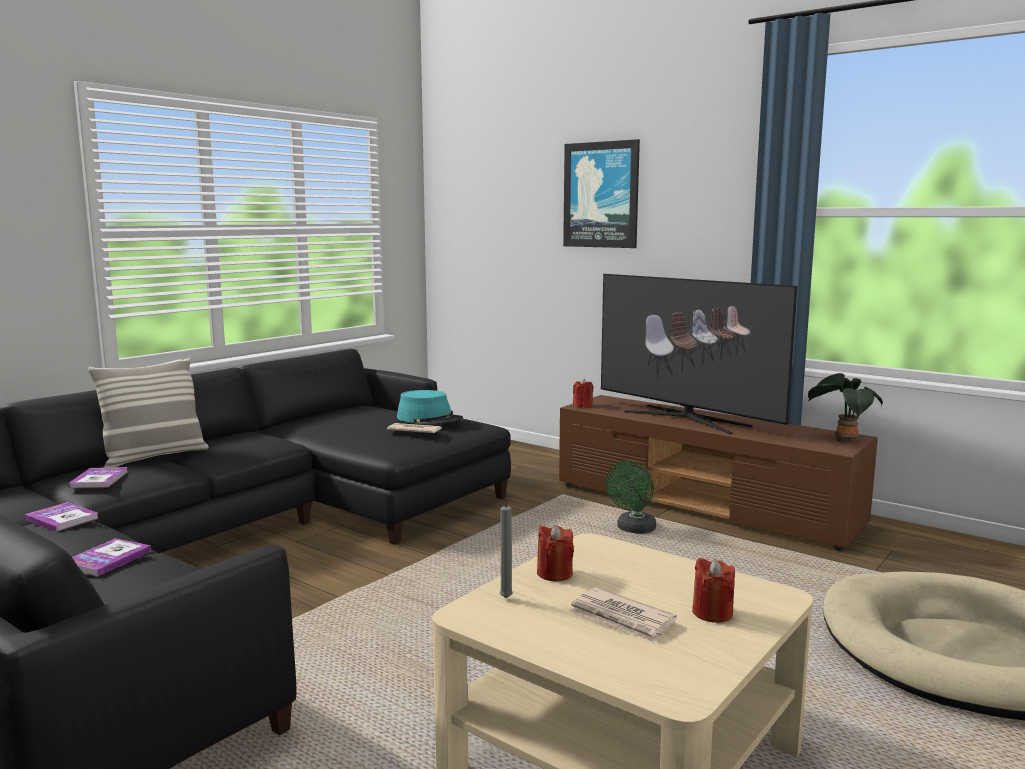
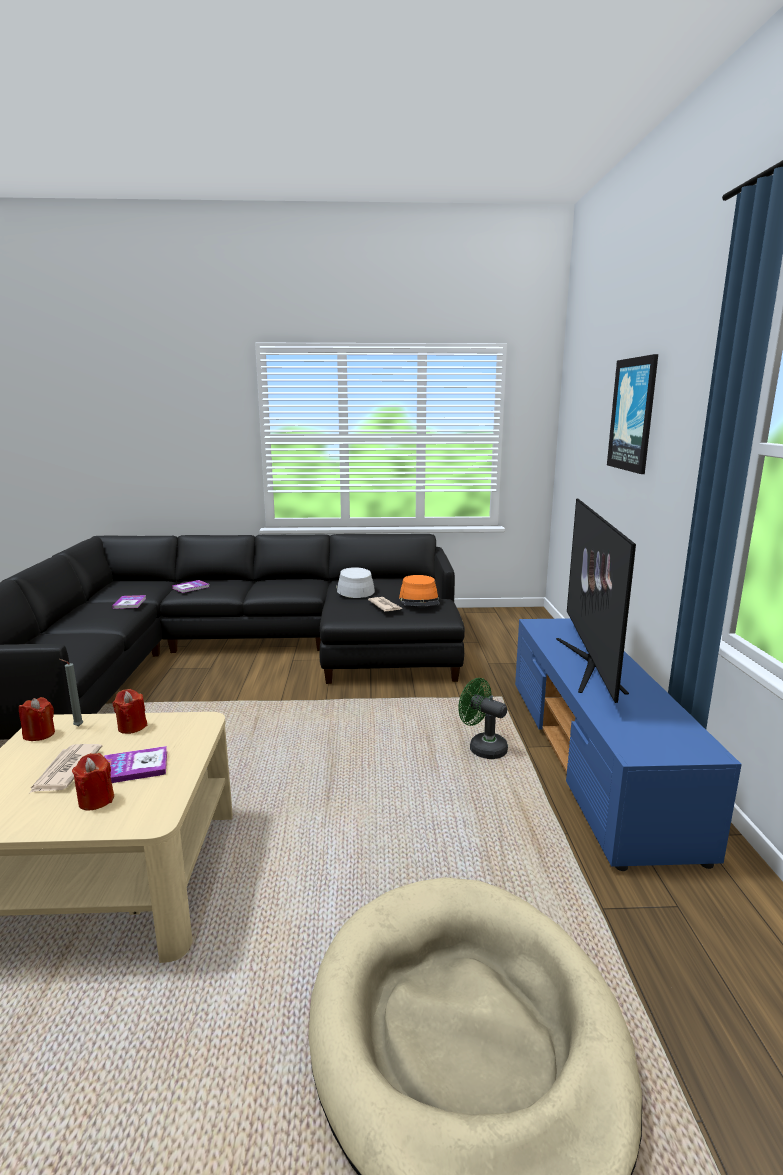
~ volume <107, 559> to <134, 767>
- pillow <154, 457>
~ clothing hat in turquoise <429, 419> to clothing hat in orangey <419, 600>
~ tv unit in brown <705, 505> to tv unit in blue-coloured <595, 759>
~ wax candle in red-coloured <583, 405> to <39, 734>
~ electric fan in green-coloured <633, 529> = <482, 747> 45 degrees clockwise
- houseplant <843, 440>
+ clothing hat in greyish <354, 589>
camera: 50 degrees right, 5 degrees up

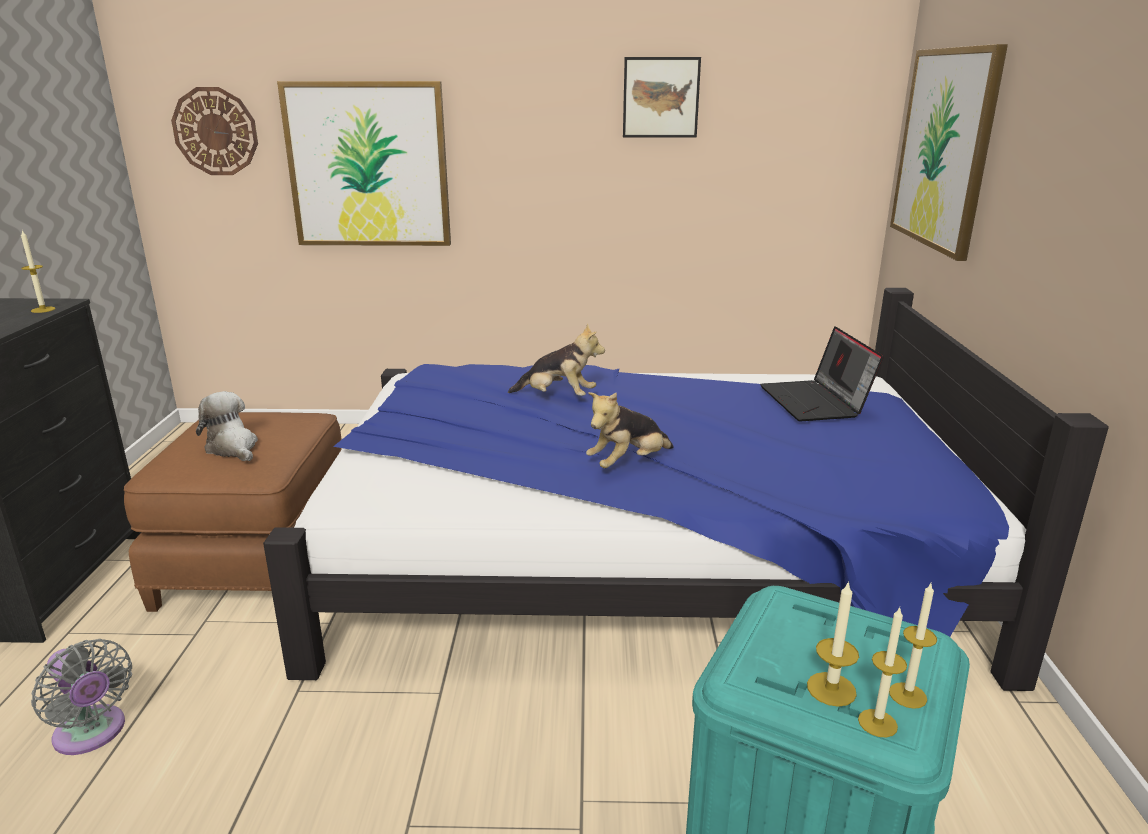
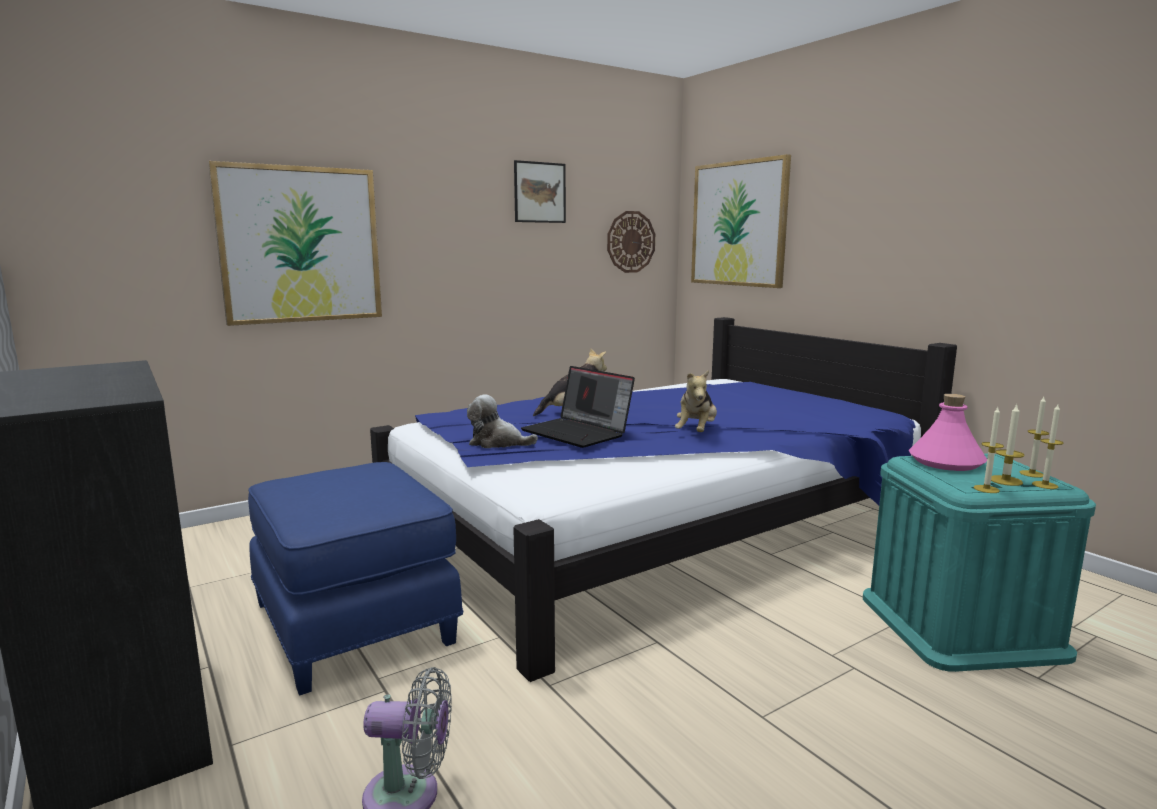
~ wax candle <43, 310> to <986, 489>
~ ottoman in brown <260, 559> to ottoman in blue-coloured <356, 621>
~ wall clock <215, 131> to <630, 242>
~ plush toy <233, 448> to <497, 443>
~ portable computer <816, 402> to <578, 433>
+ beverage bottle in pink <945, 462>
camera: 35 degrees left, 10 degrees down

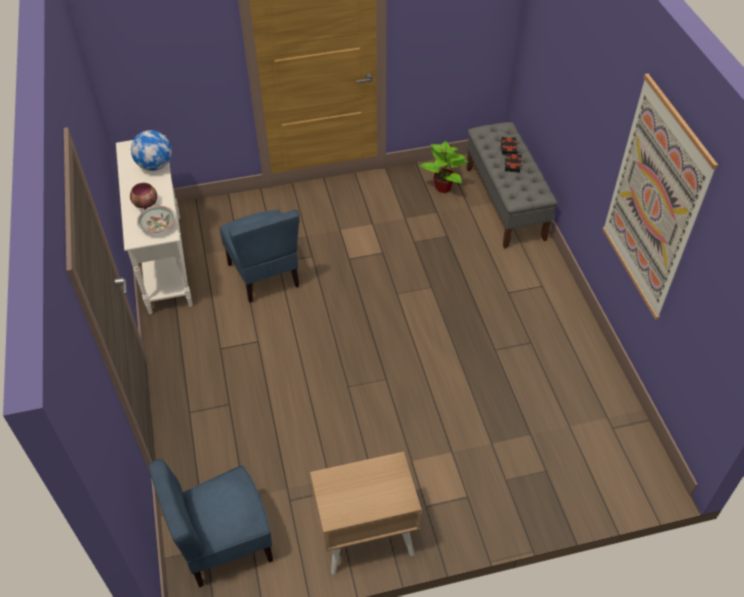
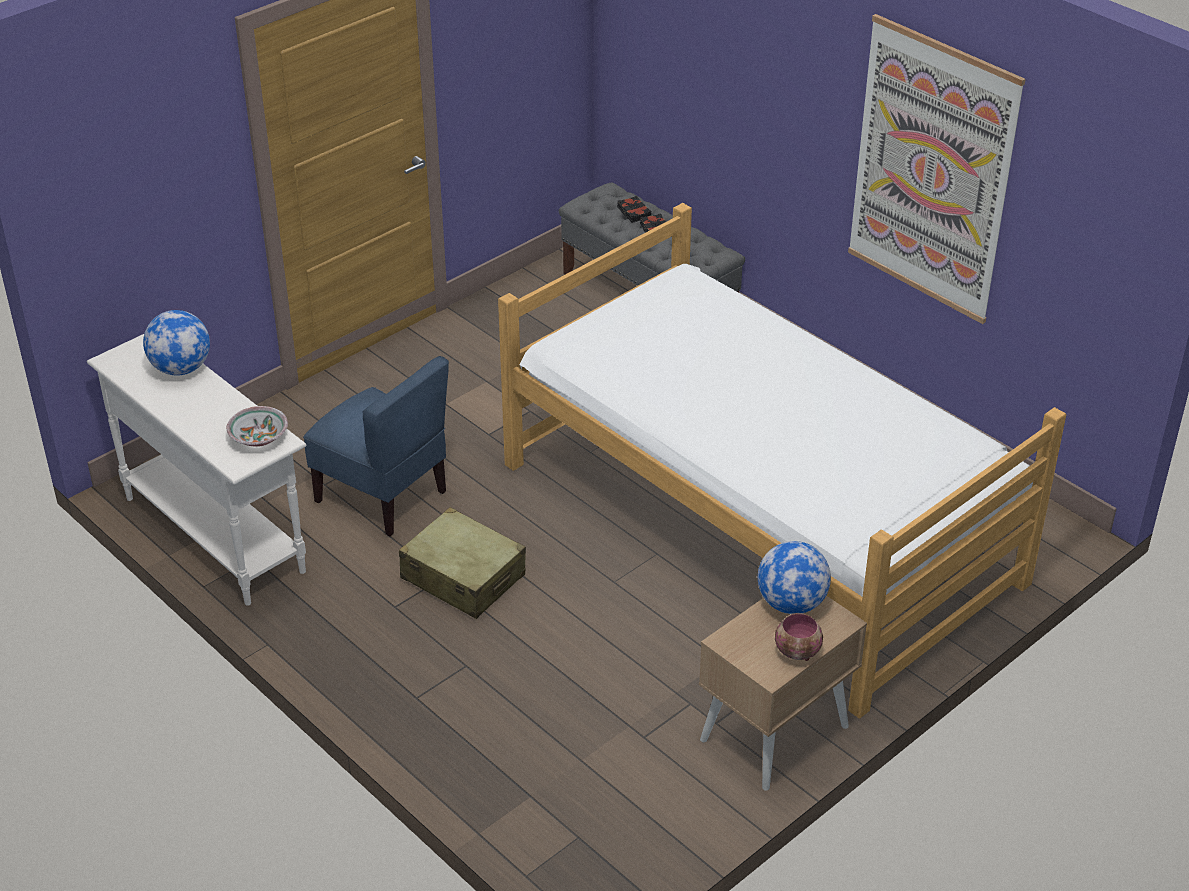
~ serving bowl <146, 205> to <798, 652>
- plain chair in blue-coloured <225, 544>
- houseplant <444, 187>
+ suitcase in beige-coloured <463, 577>
+ sleeping bed <758, 524>
+ globe <791, 604>
camera: 30 degrees left, 10 degrees down

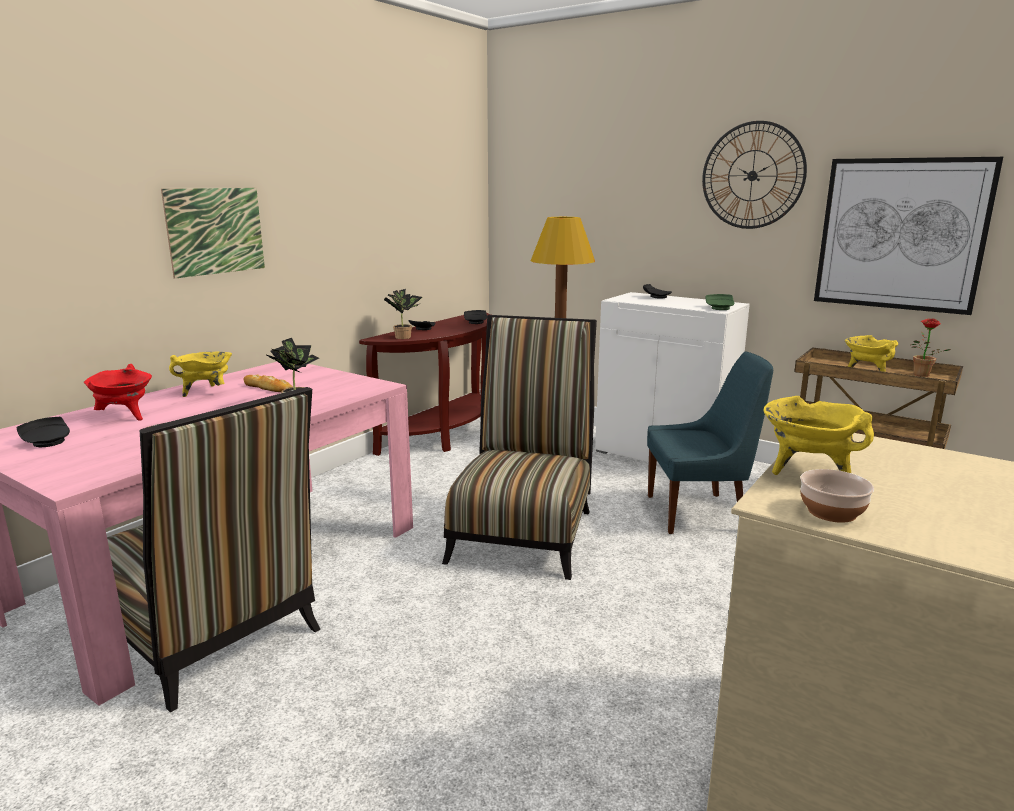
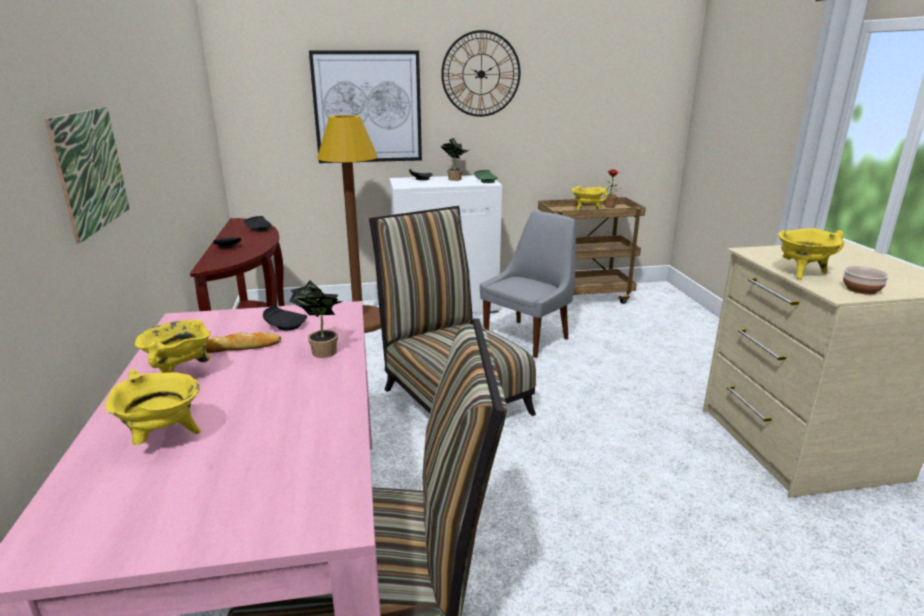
~ plate in black-coloured <48, 441> to <285, 325>
~ stockpot in red-coloured <125, 417> to stockpot in yellow-coloured <164, 438>
~ houseplant <404, 337> to <454, 179>
~ plain chair in blue-coloured <699, 513> to plain chair in greyish <528, 337>
~ wall picture <901, 234> to <367, 107>
camera: 45 degrees left, 5 degrees up

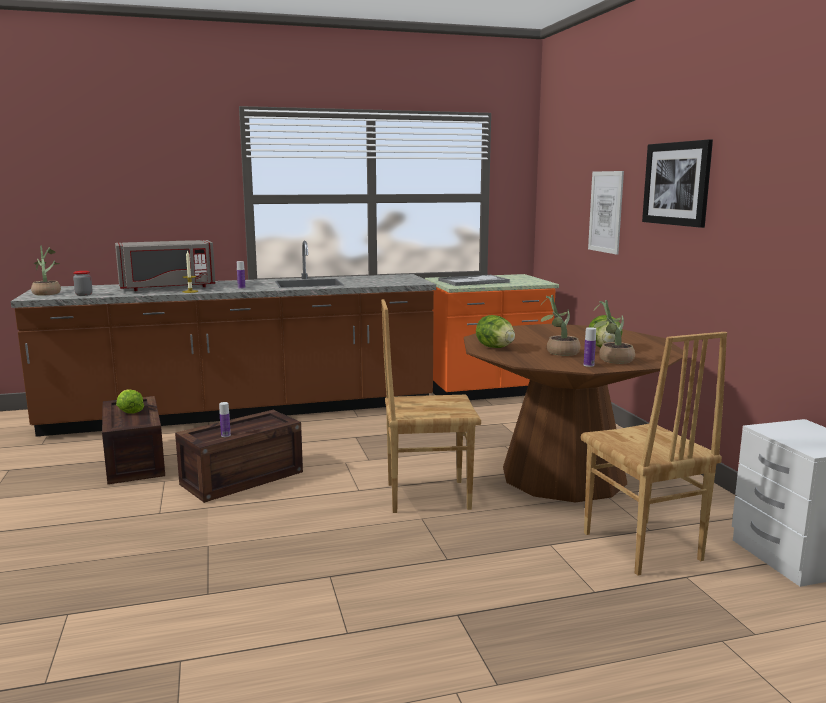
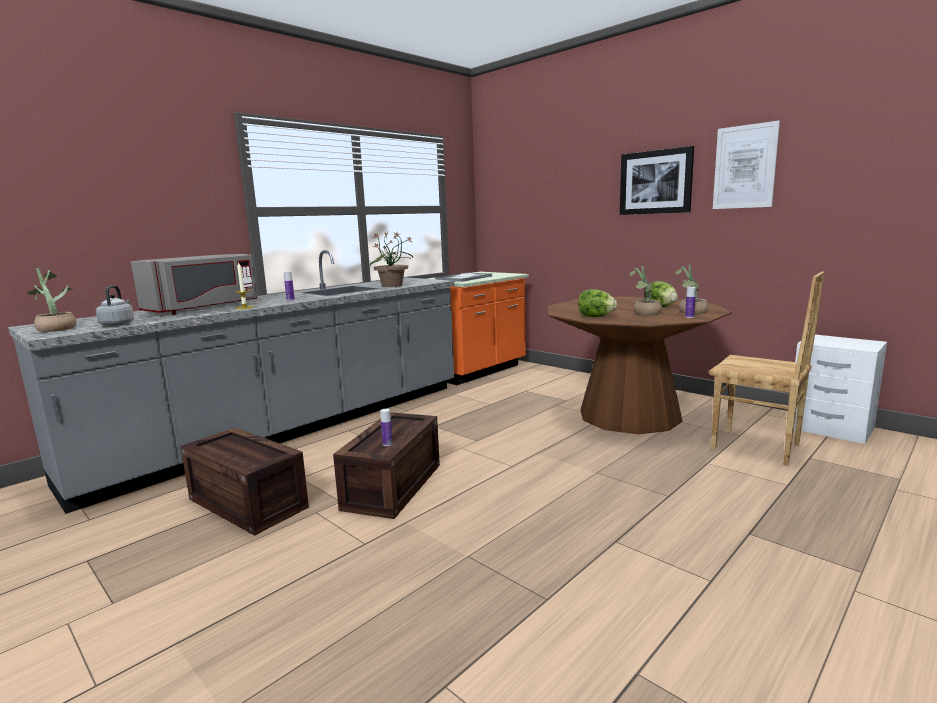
~ counter in brown <244, 411> to counter in greyish <291, 429>
~ jar <84, 295> to kettle in greyish <118, 324>
- lettuce <129, 411>
- plain chair in brown <427, 495>
~ wall picture <605, 212> to <744, 167>
+ houseplant <392, 285>
camera: 30 degrees left, 0 degrees up

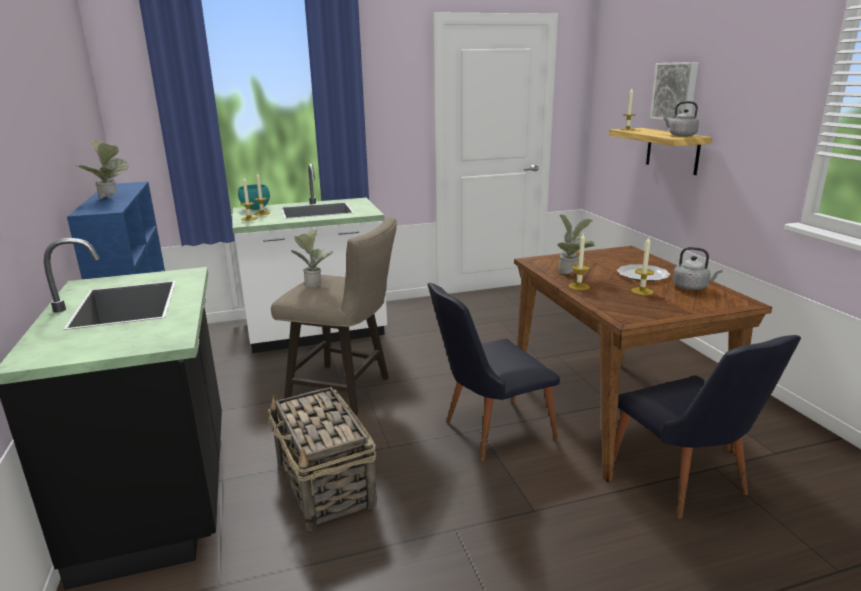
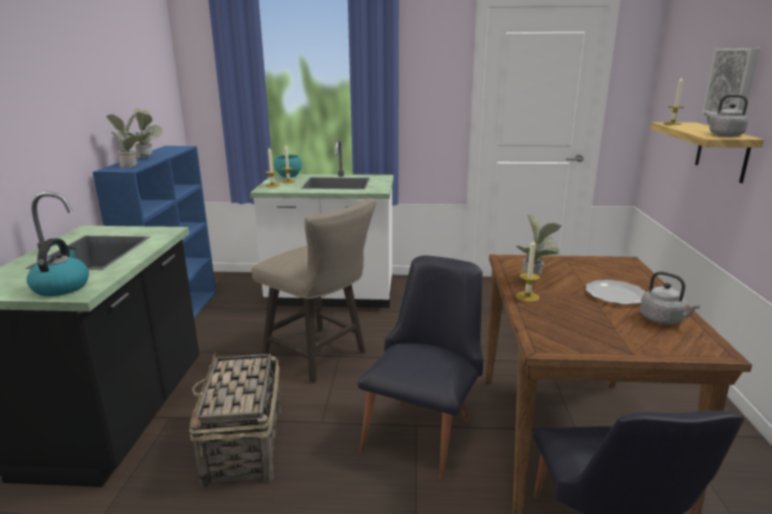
~ houseplant <314, 283> to <132, 165>
~ plain chair in black-coloured <488, 431> = <424, 429> 120 degrees clockwise
- wax candle <642, 291>
+ kettle <61, 287>
camera: 20 degrees right, 0 degrees up

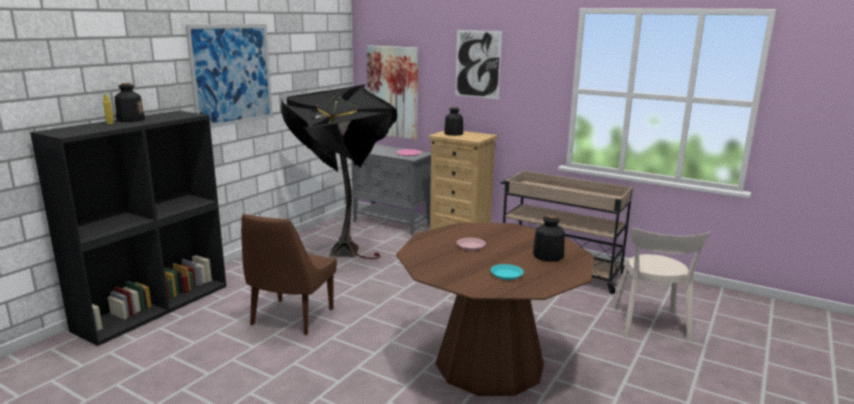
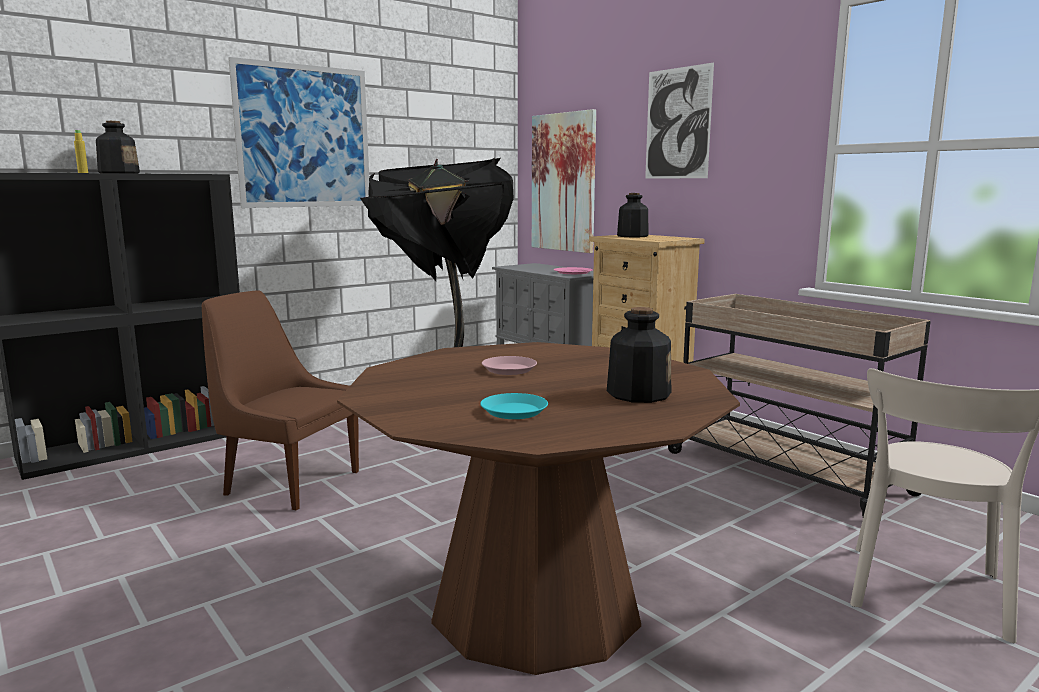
~ plain chair in brown <290, 318> = <288, 482> 75 degrees clockwise
camera: 20 degrees right, 5 degrees down

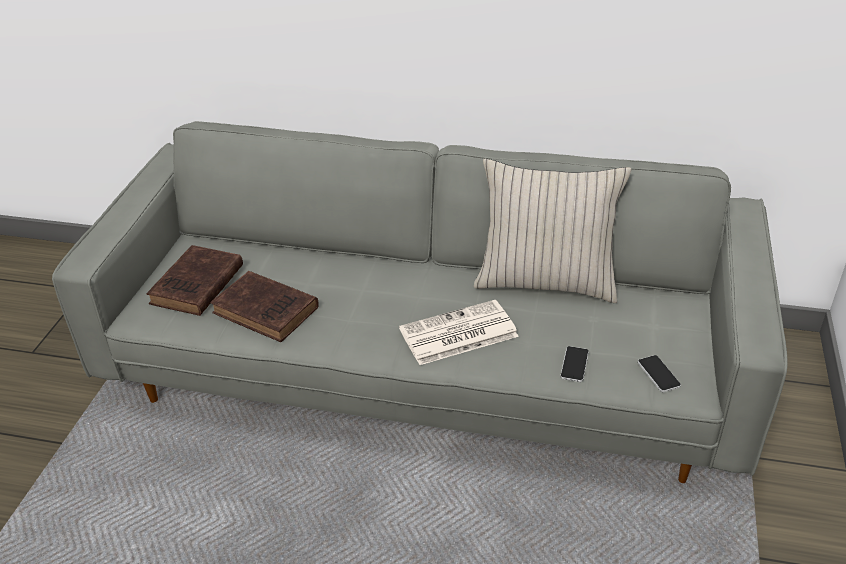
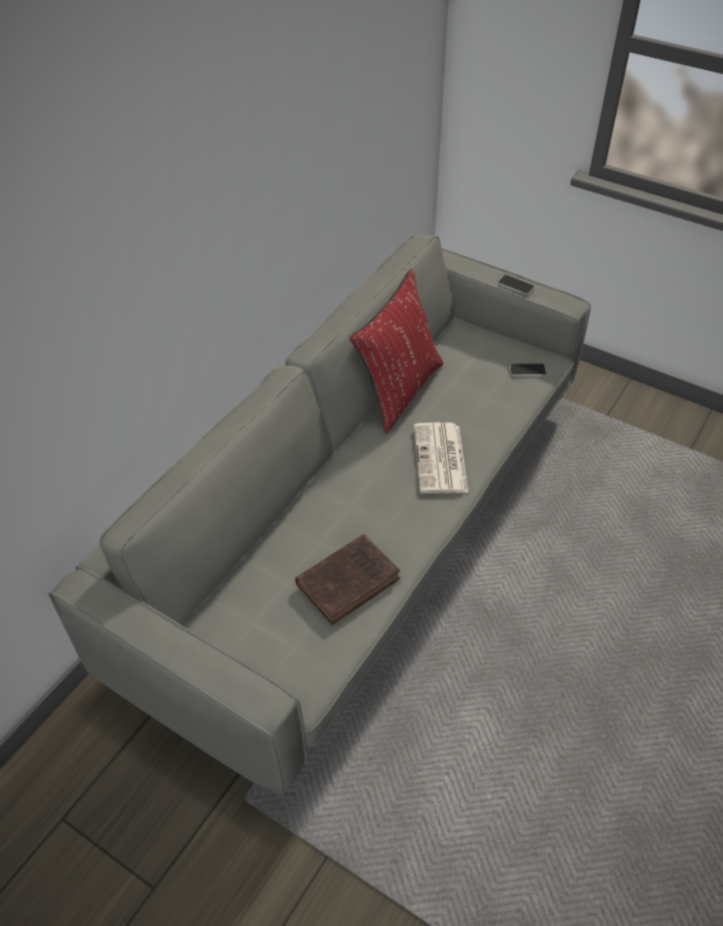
- volume in brown <196, 286>
~ pillow in beige-coloured <546, 282> to pillow in red-coloured <398, 391>
~ telephone <574, 364> to <515, 285>
camera: 70 degrees left, 10 degrees up

